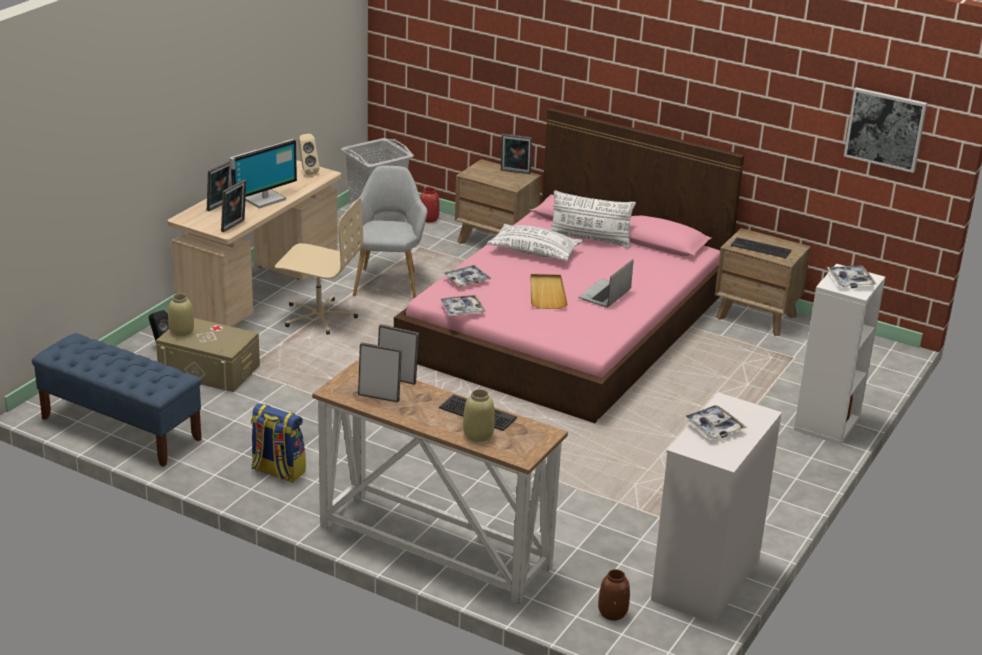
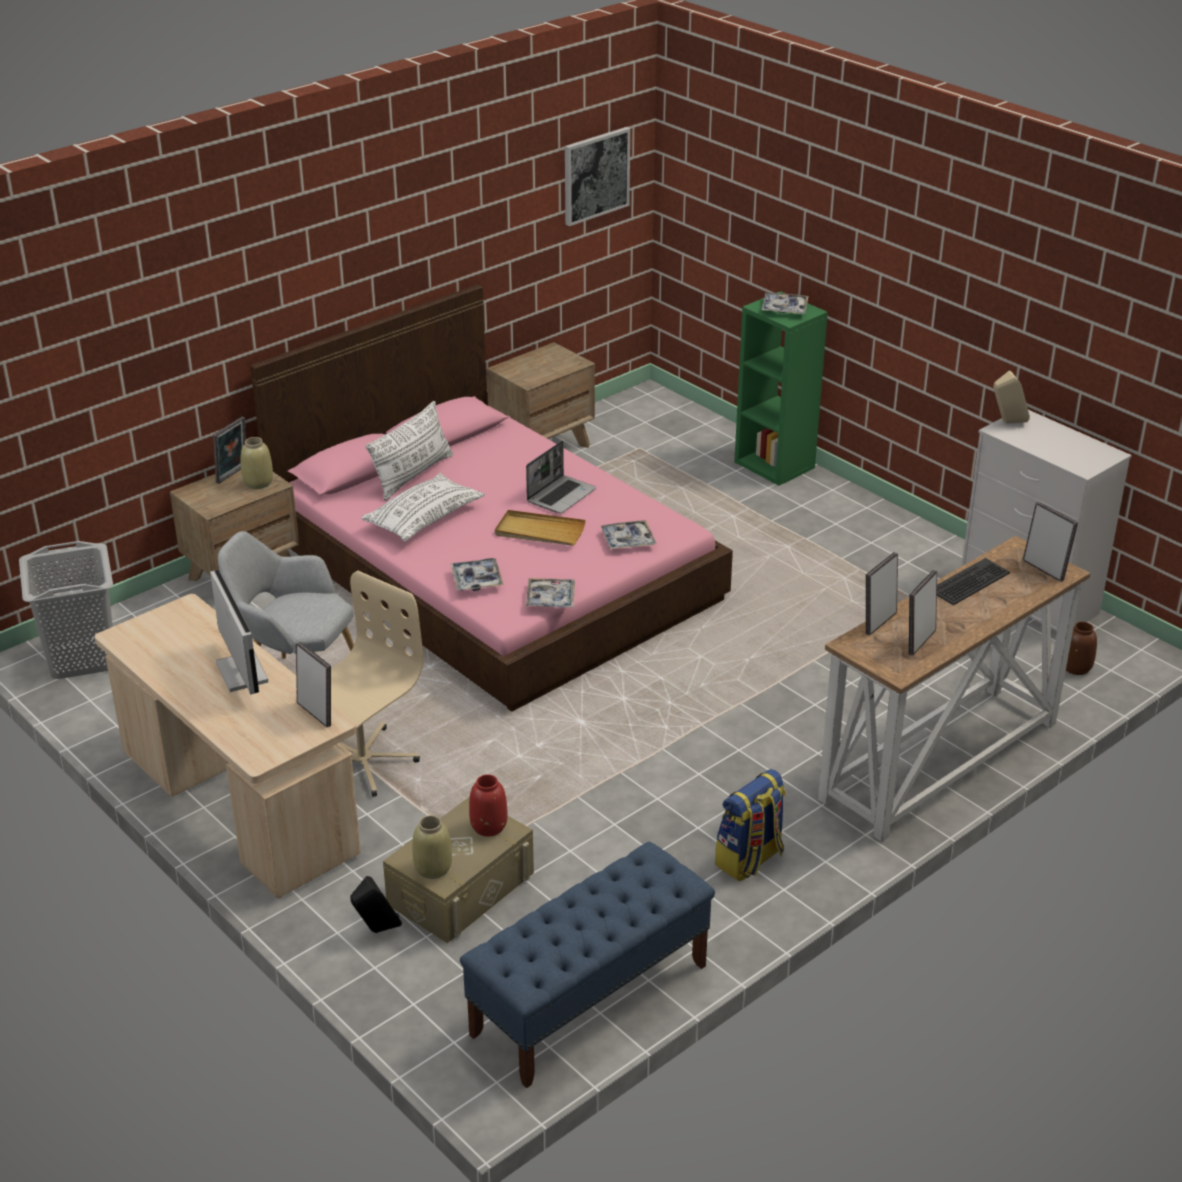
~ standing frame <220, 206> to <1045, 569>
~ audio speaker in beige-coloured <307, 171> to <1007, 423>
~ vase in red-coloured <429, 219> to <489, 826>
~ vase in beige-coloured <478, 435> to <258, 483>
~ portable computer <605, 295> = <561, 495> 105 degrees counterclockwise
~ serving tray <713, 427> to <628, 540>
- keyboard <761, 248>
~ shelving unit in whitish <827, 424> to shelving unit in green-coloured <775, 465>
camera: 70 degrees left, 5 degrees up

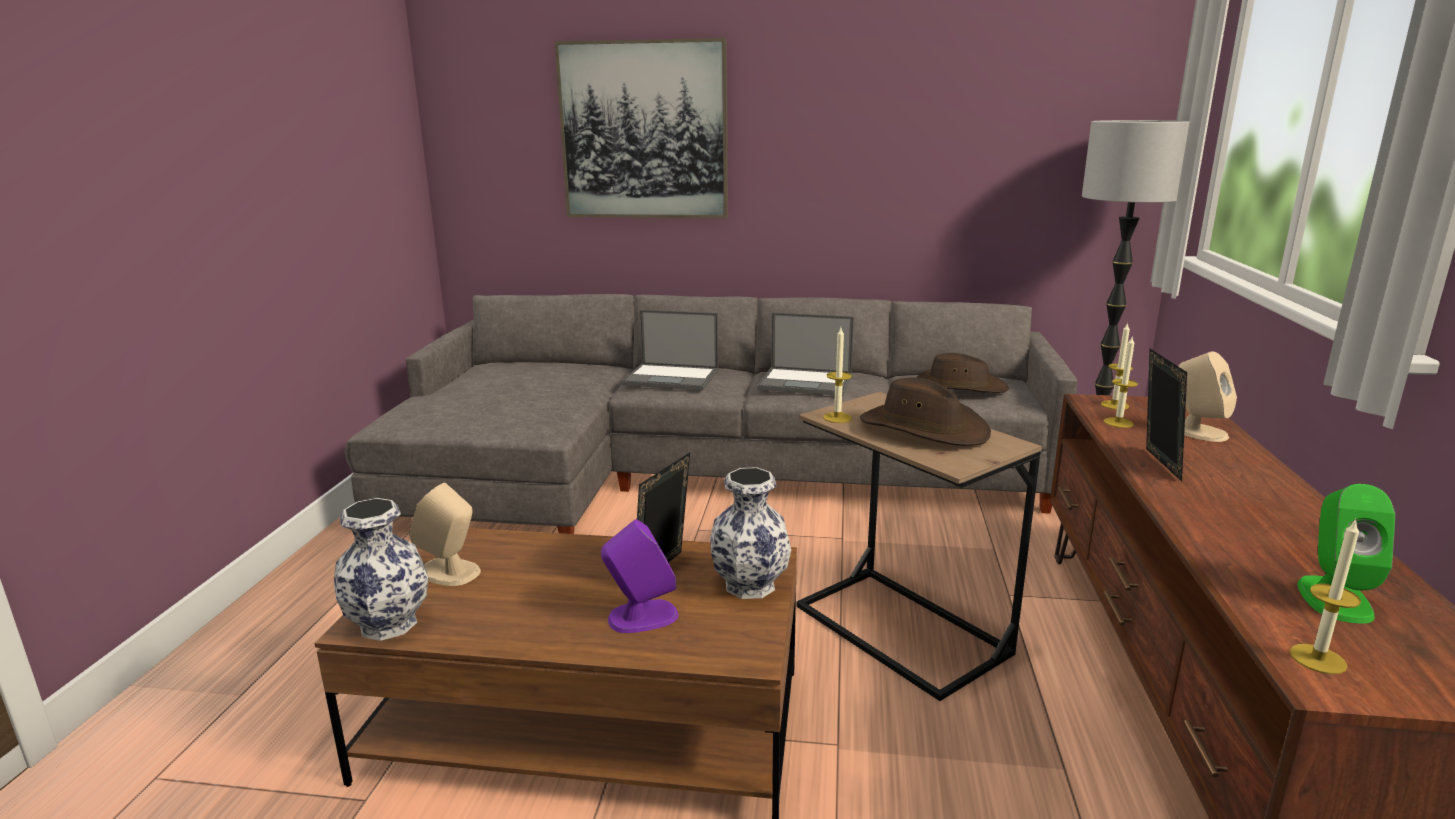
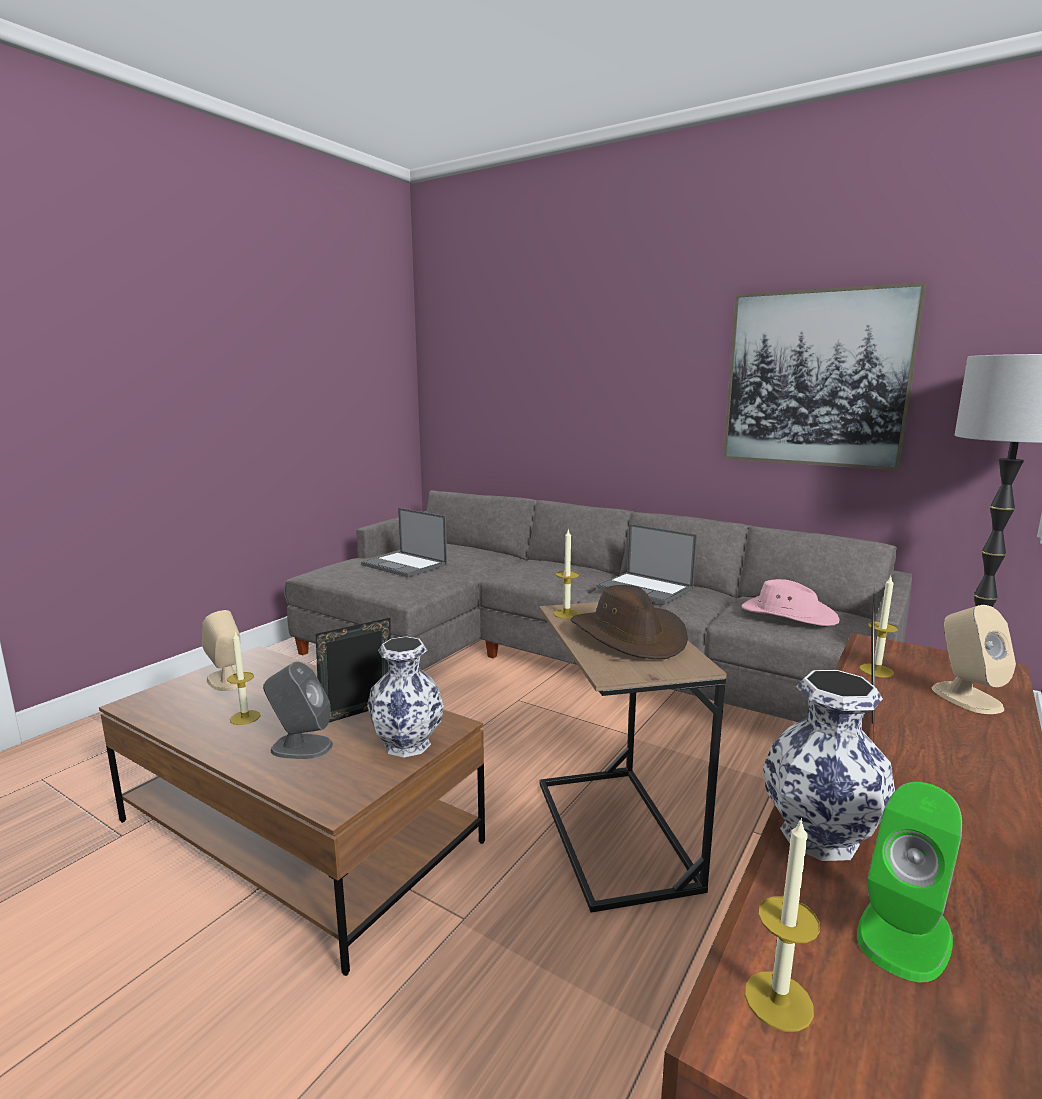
~ vase <390, 623> to <821, 836>
~ wall picture <644, 131> to <815, 379>
~ audio speaker in purple-coloured <642, 617> to audio speaker in greyish <301, 747>
~ portable computer <672, 377> to <405, 565>
~ clothing hat in brown <959, 387> to clothing hat in pink <788, 615>
~ wax candle <1114, 405> to <245, 717>
camera: 25 degrees right, 5 degrees down

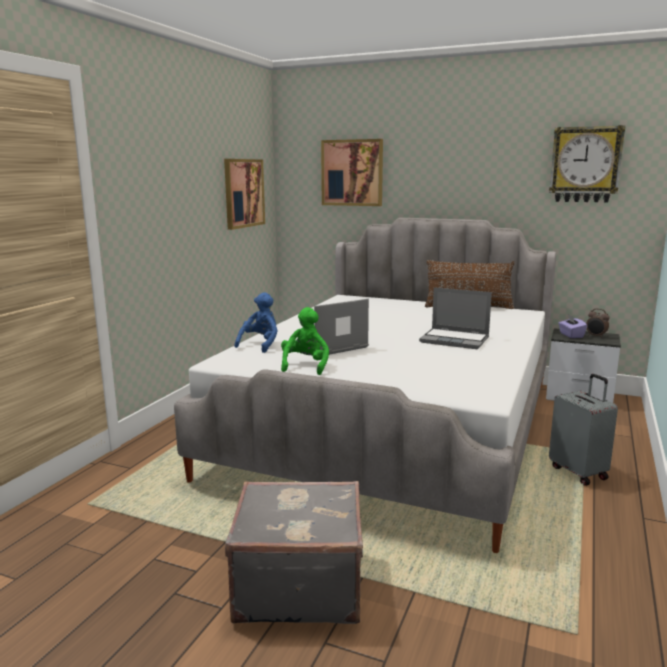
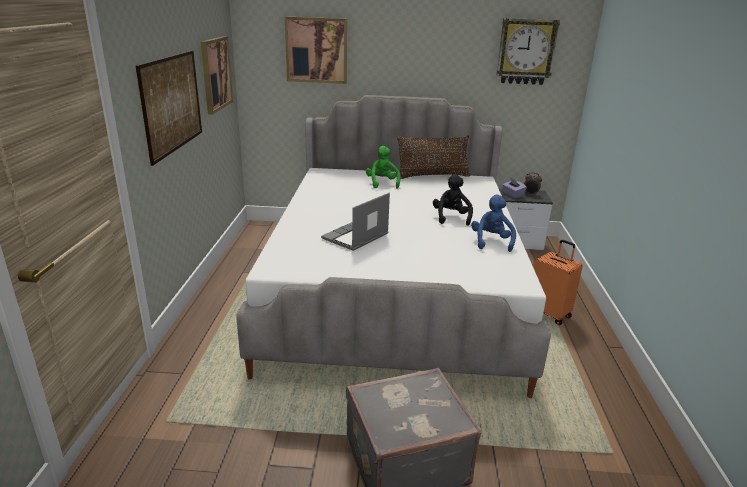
~ plush toy in blue-coloured <260, 344> to <491, 242>
~ plush toy in green-coloured <305, 366> to <382, 183>
~ portable computer <455, 340> to plush toy in black-coloured <451, 218>
~ suitcase in greyish <579, 472> to suitcase in orangey <549, 314>
+ wall picture <172, 103>
camera: 20 degrees left, 10 degrees up

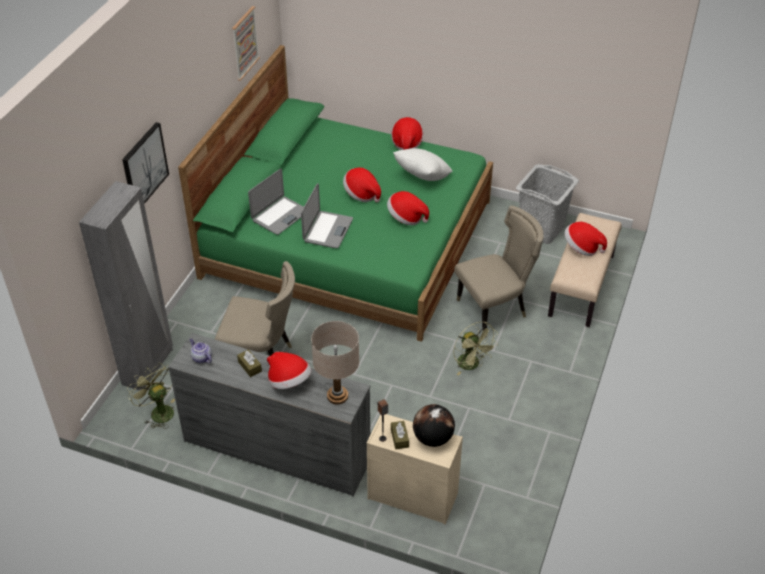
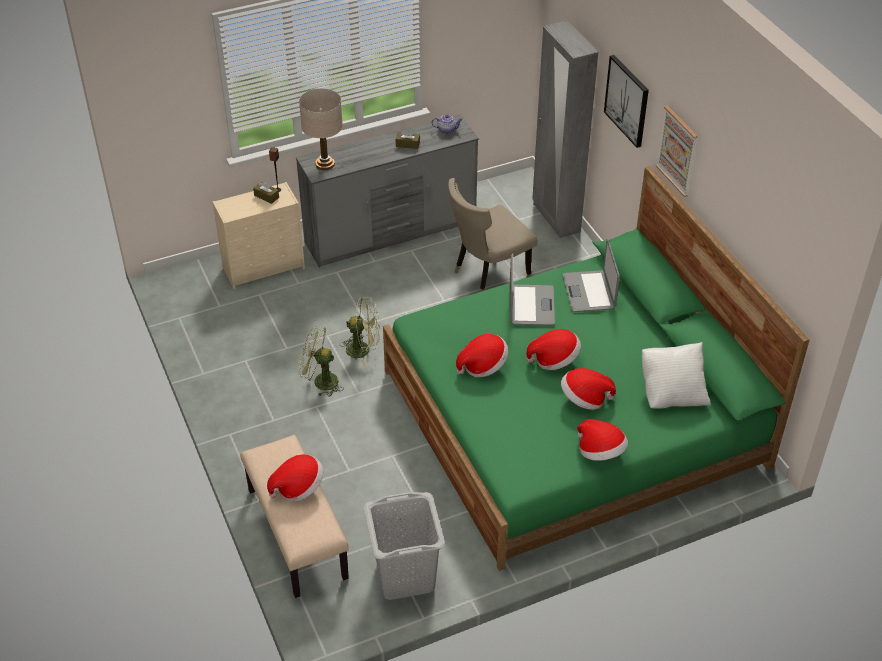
~ electric fan in green-coloured <158, 411> to <363, 349>
~ wall picture <245, 43> to <677, 151>
~ clothing hat <289, 381> to <584, 399>
~ portable computer <327, 230> = <530, 306> 150 degrees counterclockwise
~ pillow in whitish <422, 178> to <672, 392>
- globe <432, 438>
- plain chair in beige-coloured <495, 310>
camera: 135 degrees right, 0 degrees up

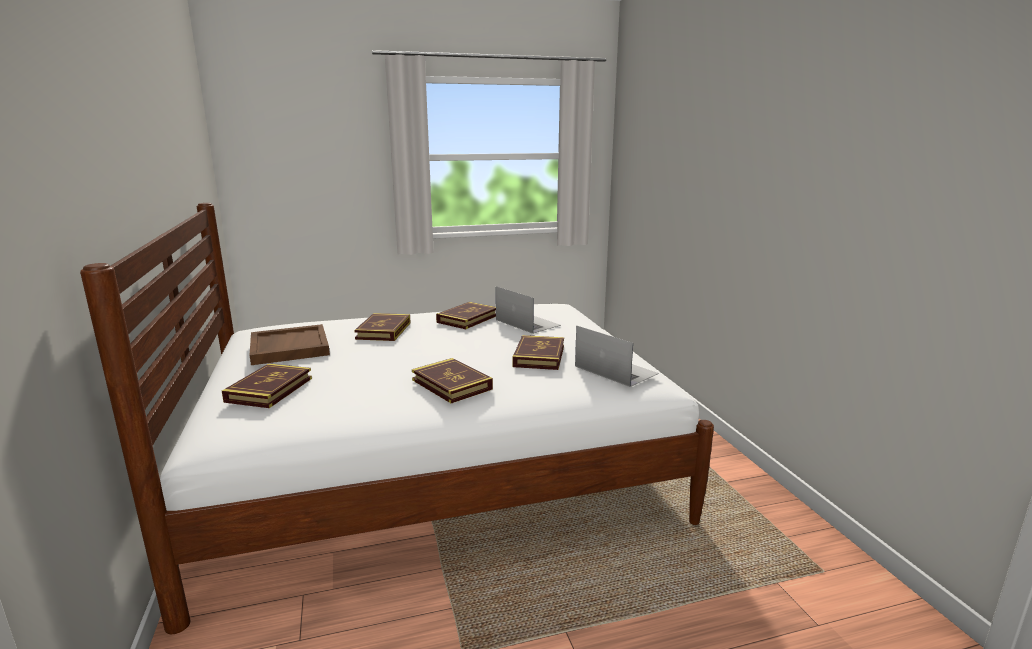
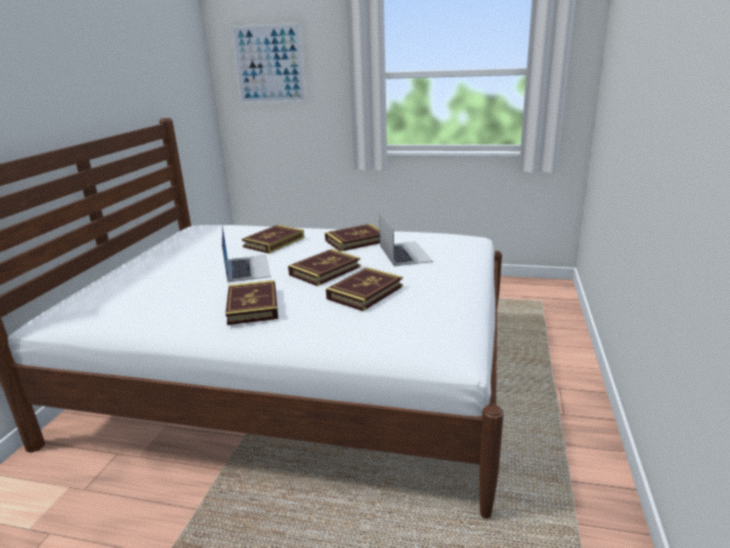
~ volume <269, 390> to <325, 271>
- serving tray in brown <289, 347>
~ portable computer <615, 370> to <247, 268>
+ wall picture <269, 64>
camera: 30 degrees right, 5 degrees up

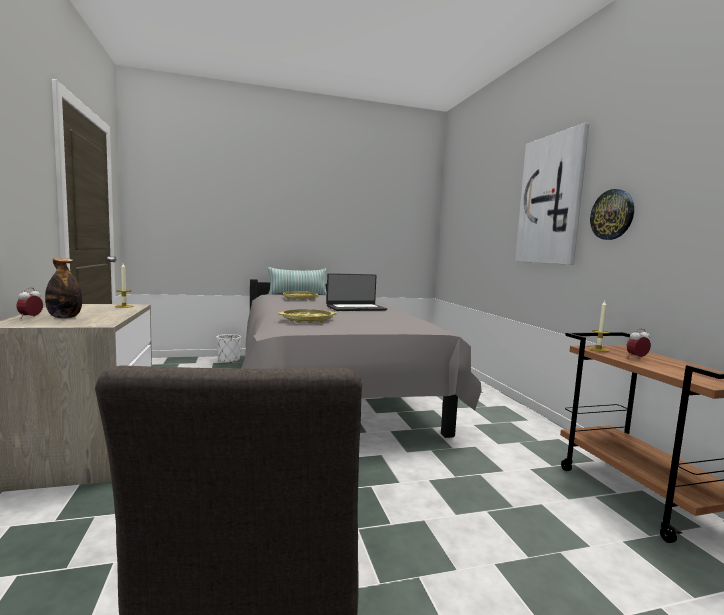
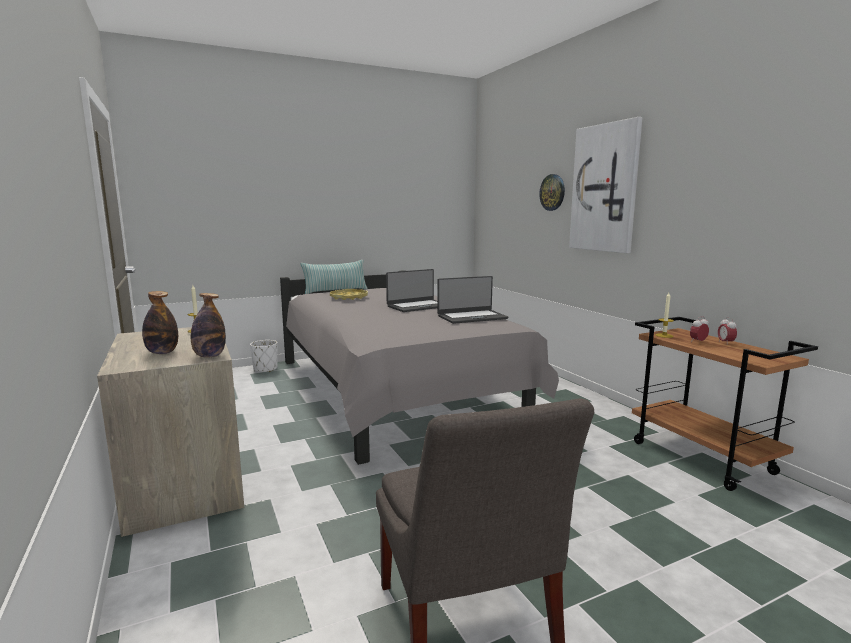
~ bedside clock <30, 318> to <725, 343>
- serving tray in yellow-coloured <307, 320>
~ wall clock <612, 214> to <552, 192>
+ beverage bottle <209, 356>
+ portable computer <471, 317>
camera: 10 degrees left, 5 degrees up

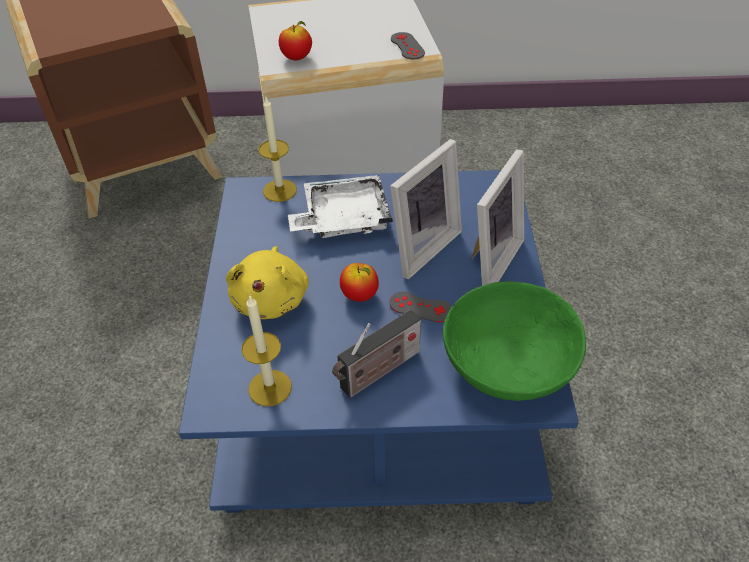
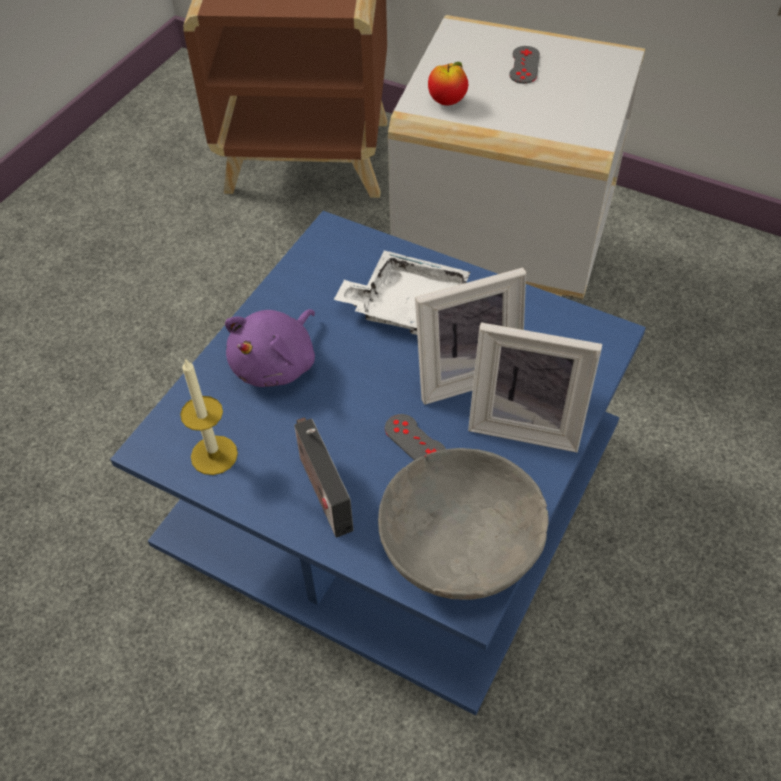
~ plush toy in yellow-coloured <271, 298> to plush toy in purple-coloured <277, 364>
- wax candle <280, 190>
~ radio receiver <377, 373> = <322, 490> 75 degrees clockwise
- whole apple <360, 295>
~ joypad in greyish <407, 46> to <524, 65>
~ serving bowl in green-coloured <507, 363> to serving bowl in greyish <459, 545>
~ standing frame <488, 261> = <526, 422> 45 degrees clockwise
camera: 30 degrees right, 5 degrees up

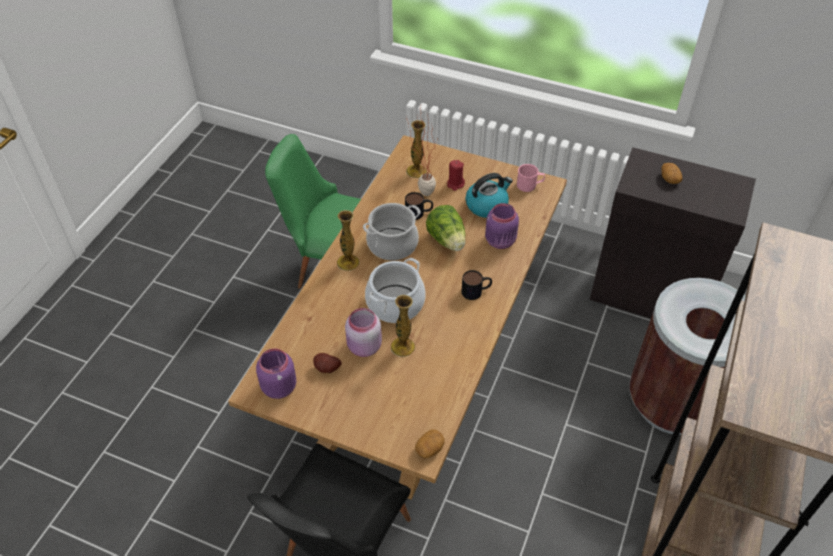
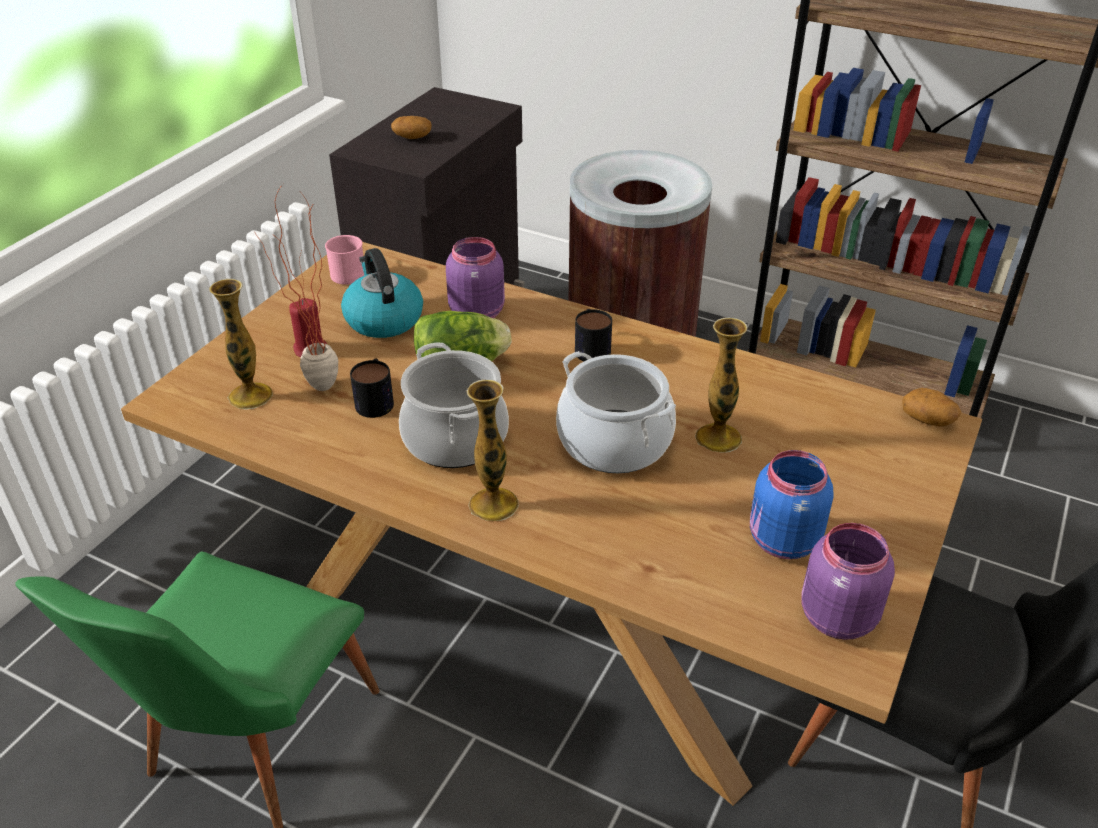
~ whole potato <327, 369> to jar in blue-coloured <781, 541>
- jar in pink <364, 347>
camera: 85 degrees left, 10 degrees down

